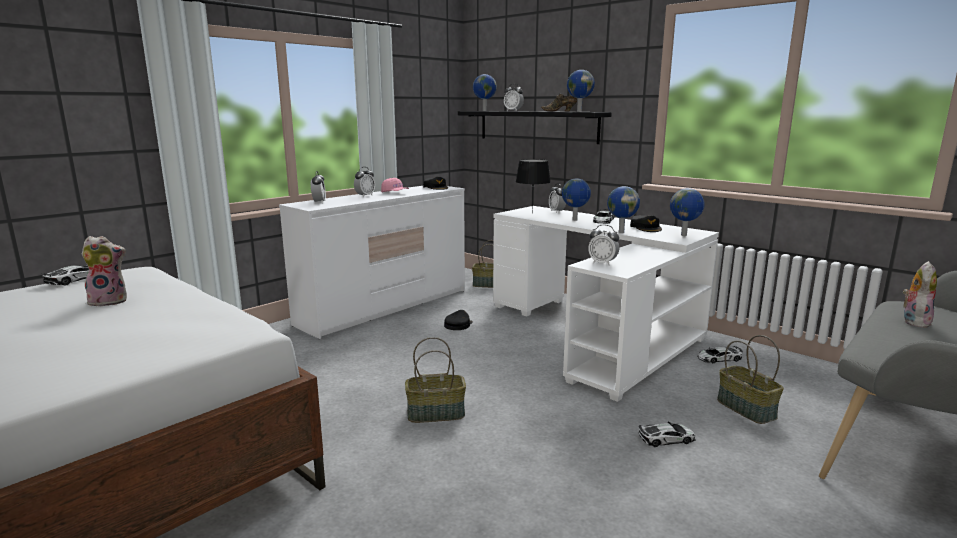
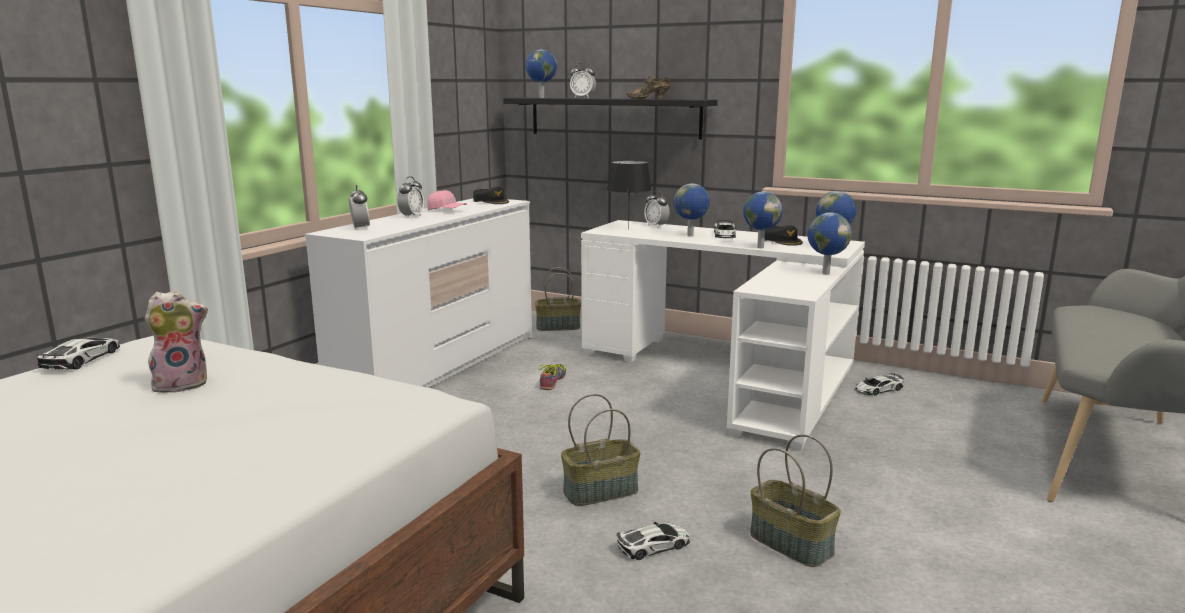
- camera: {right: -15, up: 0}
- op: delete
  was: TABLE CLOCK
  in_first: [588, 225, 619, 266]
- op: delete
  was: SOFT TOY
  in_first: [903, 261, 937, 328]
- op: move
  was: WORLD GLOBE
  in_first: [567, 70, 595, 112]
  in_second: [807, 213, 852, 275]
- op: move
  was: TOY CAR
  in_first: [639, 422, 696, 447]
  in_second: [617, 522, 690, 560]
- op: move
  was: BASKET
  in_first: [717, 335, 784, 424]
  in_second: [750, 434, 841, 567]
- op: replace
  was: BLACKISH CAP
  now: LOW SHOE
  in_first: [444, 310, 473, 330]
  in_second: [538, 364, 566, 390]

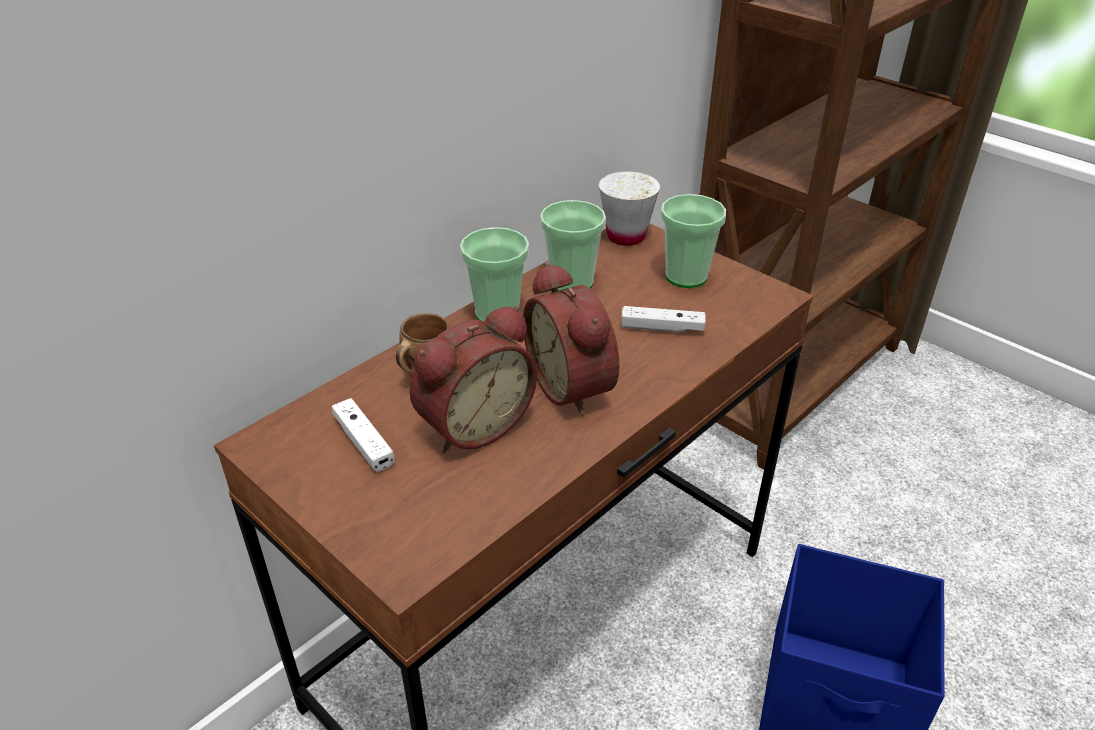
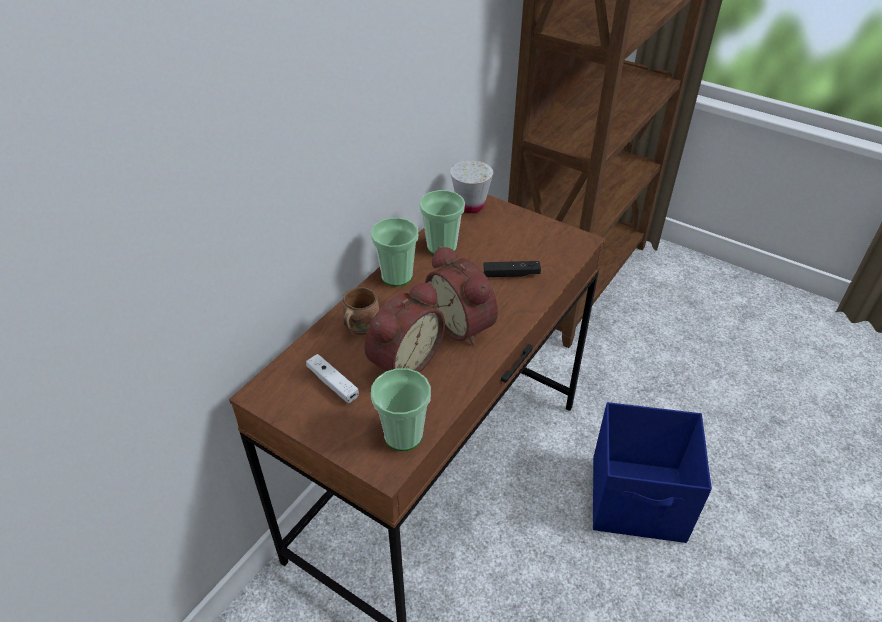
- camera: {right: -10, up: 5}
- op: move
  was: SMALL CUP
  in_first: [661, 194, 726, 288]
  in_second: [371, 368, 431, 451]
- op: recolor
  was: WHITE GAMEPAD
  now: BLACKISH GAMEPAD
  in_first: [621, 306, 706, 332]
  in_second: [483, 261, 541, 277]

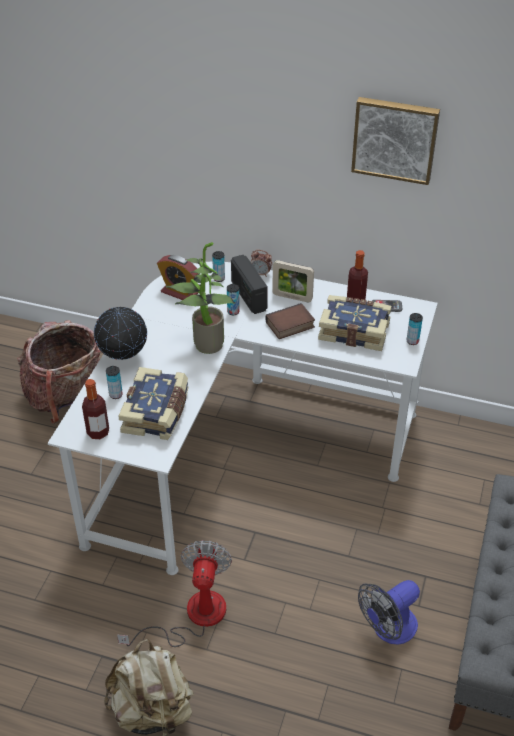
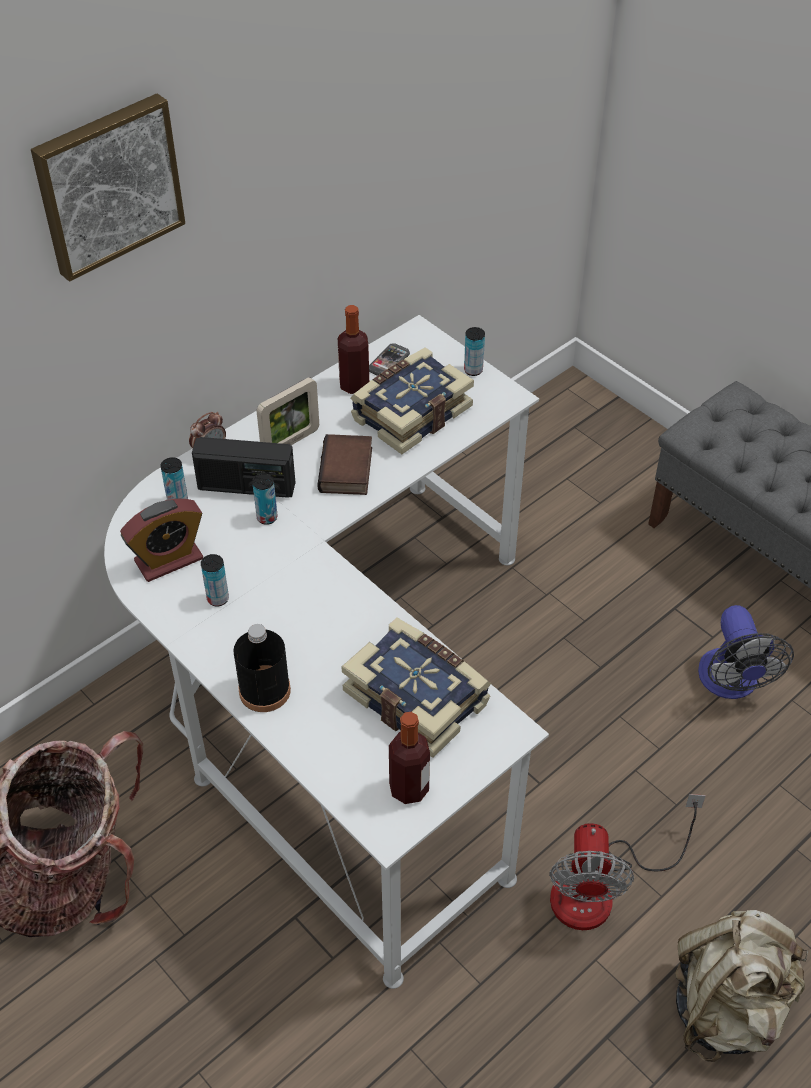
- camera: {right: -60, up: 5}
- op: delete
  was: PLANT IN A POT
  in_first: [166, 242, 235, 354]
- op: move
  was: CAN
  in_first: [106, 366, 123, 399]
  in_second: [201, 554, 229, 607]
- op: move
  was: WALL ART
  in_first: [351, 97, 440, 185]
  in_second: [31, 93, 186, 282]
- op: replace
  was: WORLD GLOBE
  now: BLACKISH BOTTLE
  in_first: [94, 307, 147, 360]
  in_second: [233, 624, 291, 712]
- op: rotate
  was: FAN
  in_first: [117, 540, 232, 647]
  in_second: [549, 794, 706, 930]
  clockwise: -120

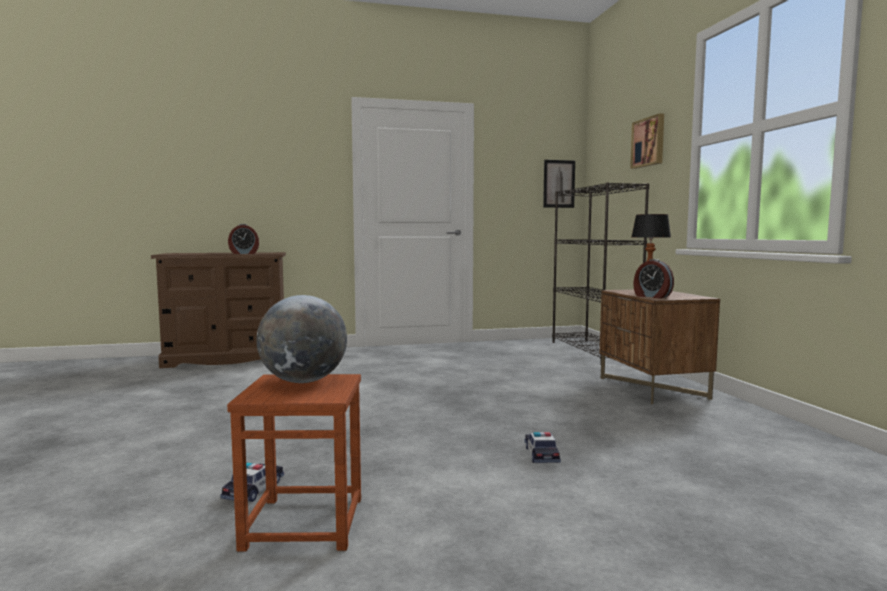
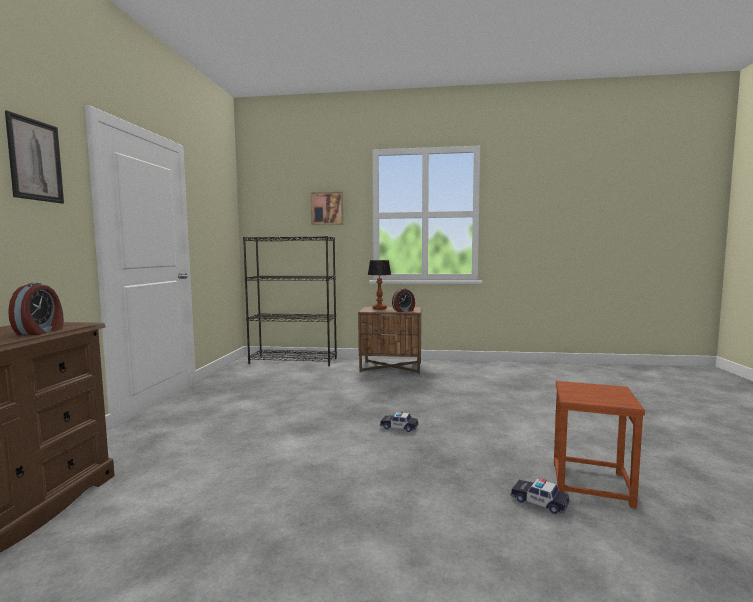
- camera: {right: -70, up: 0}
- op: delete
  was: WORLD GLOBE
  in_first: [256, 295, 347, 383]
- op: move
  was: TOY CAR
  in_first: [524, 432, 561, 463]
  in_second: [380, 411, 418, 432]
- op: move
  was: WALL ART
  in_first: [543, 160, 575, 208]
  in_second: [5, 110, 64, 204]

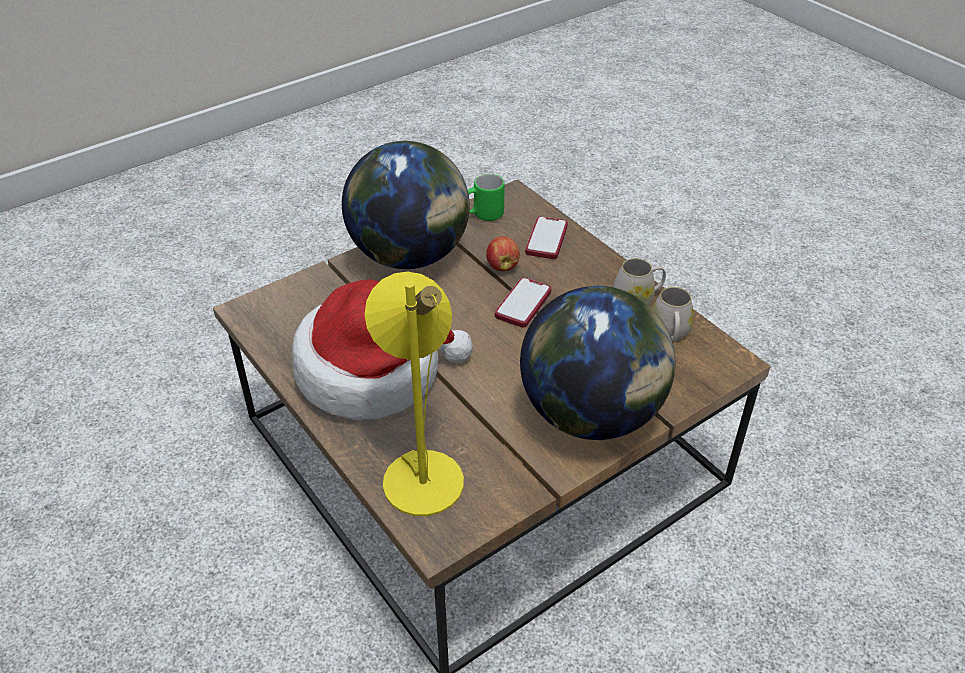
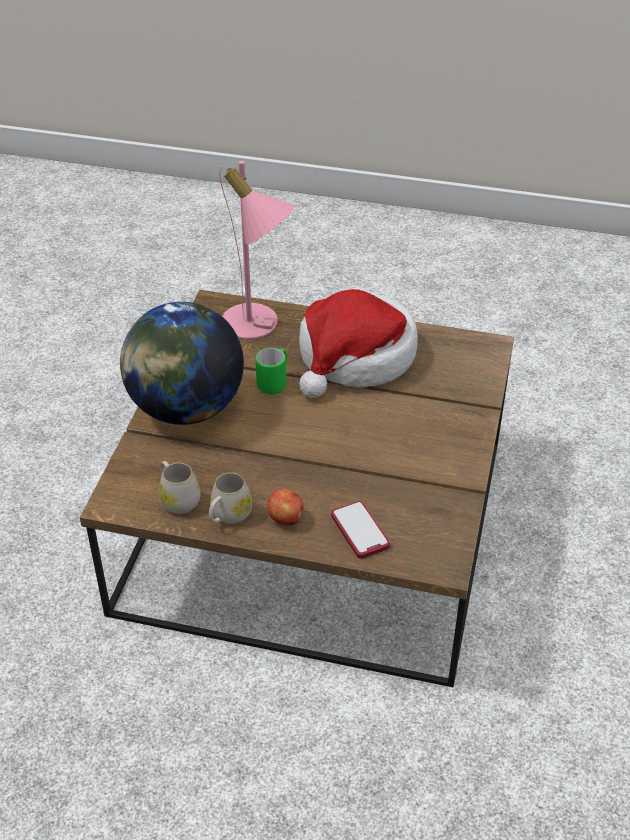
- camera: {right: 140, up: 0}
- op: delete
  was: WORLD GLOBE
  in_first: [342, 141, 470, 269]
- op: delete
  was: PHONE
  in_first: [495, 277, 551, 327]
- op: move
  was: GREEN-COLOURED MUG
  in_first: [468, 174, 505, 221]
  in_second: [255, 348, 287, 394]
- op: move
  was: APPLE FRUIT
  in_first: [486, 236, 520, 271]
  in_second: [267, 489, 304, 526]
- op: recolor
  was: YELLOWISH TABLE LAMP
  now: PINKISH TABLE LAMP
  in_first: [365, 271, 464, 516]
  in_second: [219, 161, 294, 339]

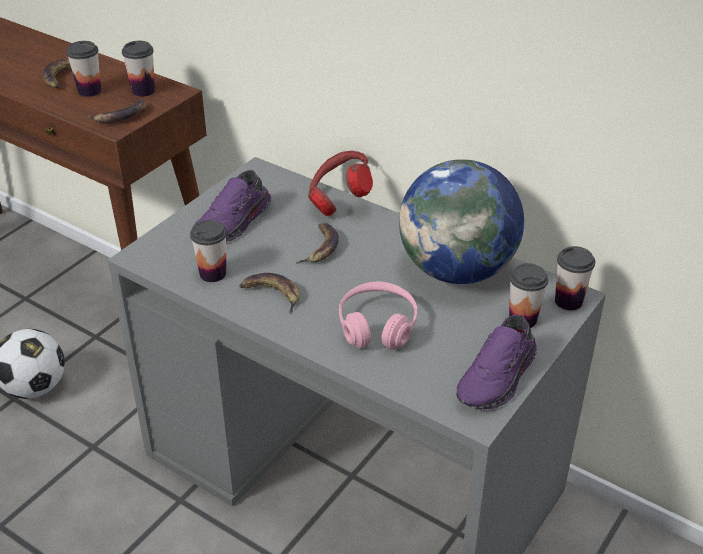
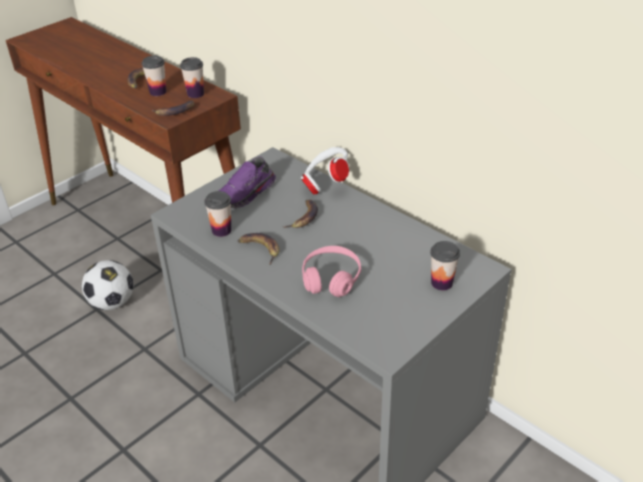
- camera: {right: 10, up: 0}
- op: delete
  was: WORLD GLOBE
  in_first: [399, 159, 524, 284]
- op: delete
  was: PURPLE-COLOURED LOW SHOE
  in_first: [456, 315, 537, 410]
- op: delete
  was: SMALL CUP
  in_first: [555, 246, 595, 311]
- op: recolor
  was: RED HEADPHONES
  now: WHITE HEADPHONES
  in_first: [308, 151, 373, 216]
  in_second: [301, 147, 349, 194]

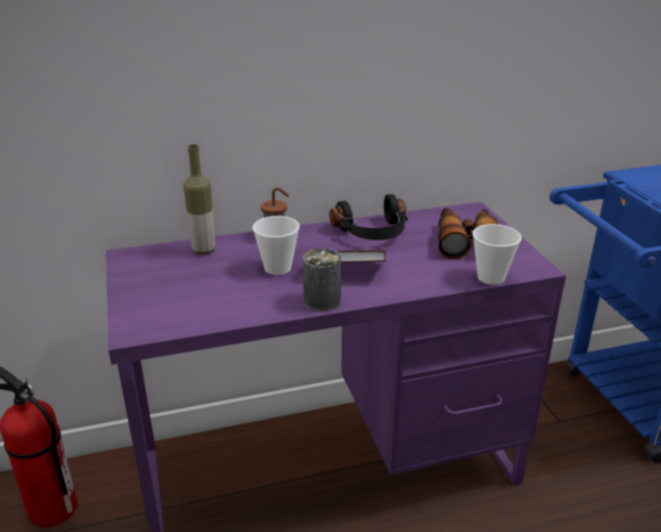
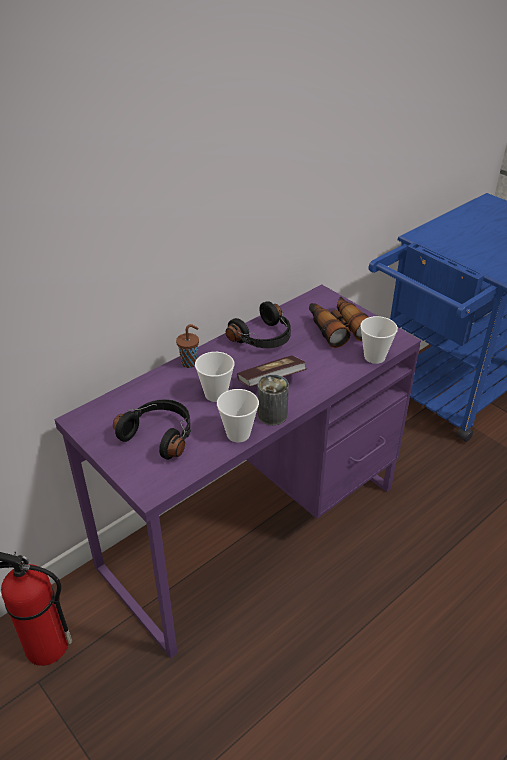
- camera: {right: -25, up: 10}
- op: delete
  was: BOTTLE
  in_first: [183, 144, 215, 255]
- op: insert
  now: BLACKISH HEADPHONES
  in_second: [113, 399, 191, 460]
- op: insert
  now: SMALL CUP
  in_second: [217, 389, 259, 442]

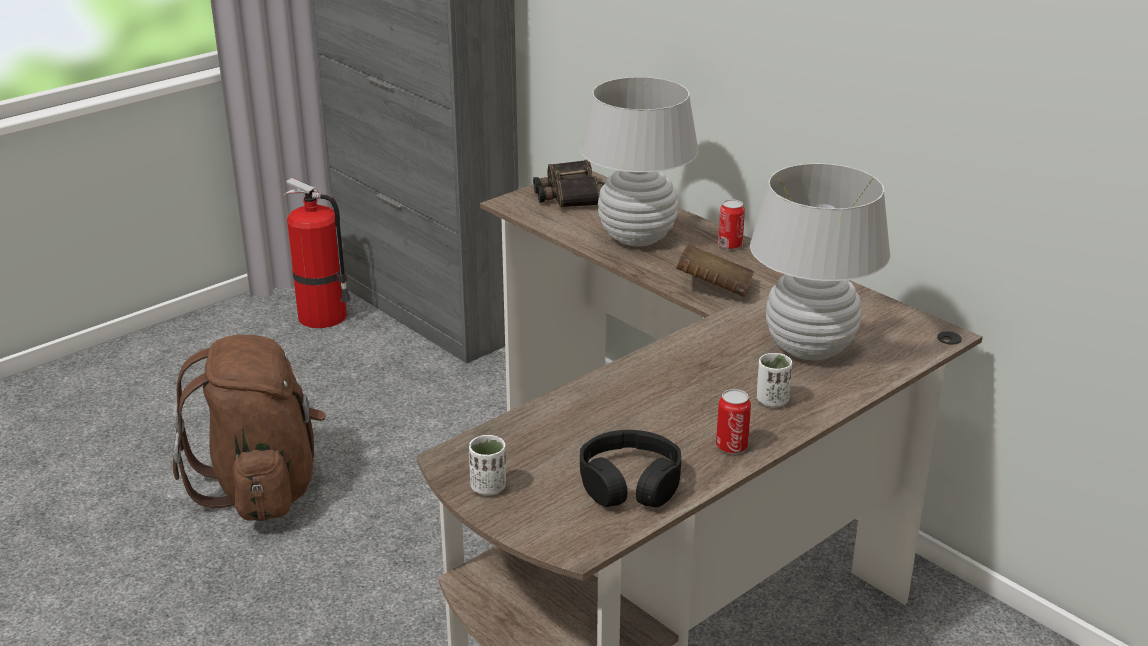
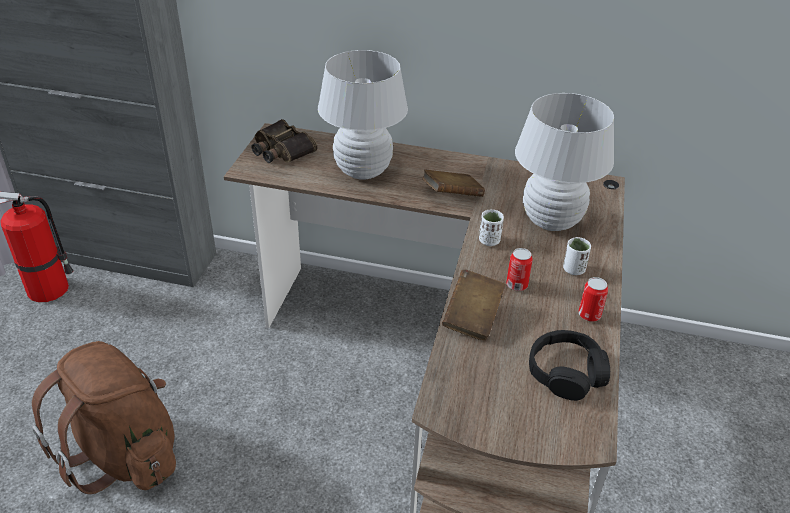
- camera: {right: -35, up: 10}
- op: insert
  now: BROWNISH BOOK
  in_second: [442, 269, 506, 341]
- op: move
  was: WHITE SMALL CUP
  in_first: [469, 435, 506, 496]
  in_second: [479, 210, 504, 246]
- op: move
  was: CAN
  in_first: [718, 199, 745, 250]
  in_second: [506, 248, 533, 291]

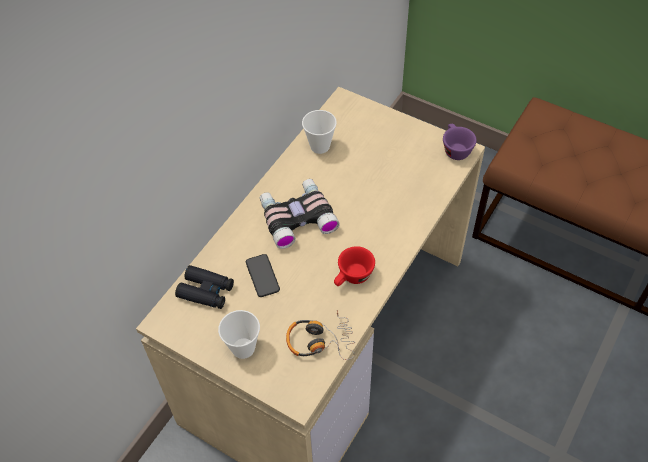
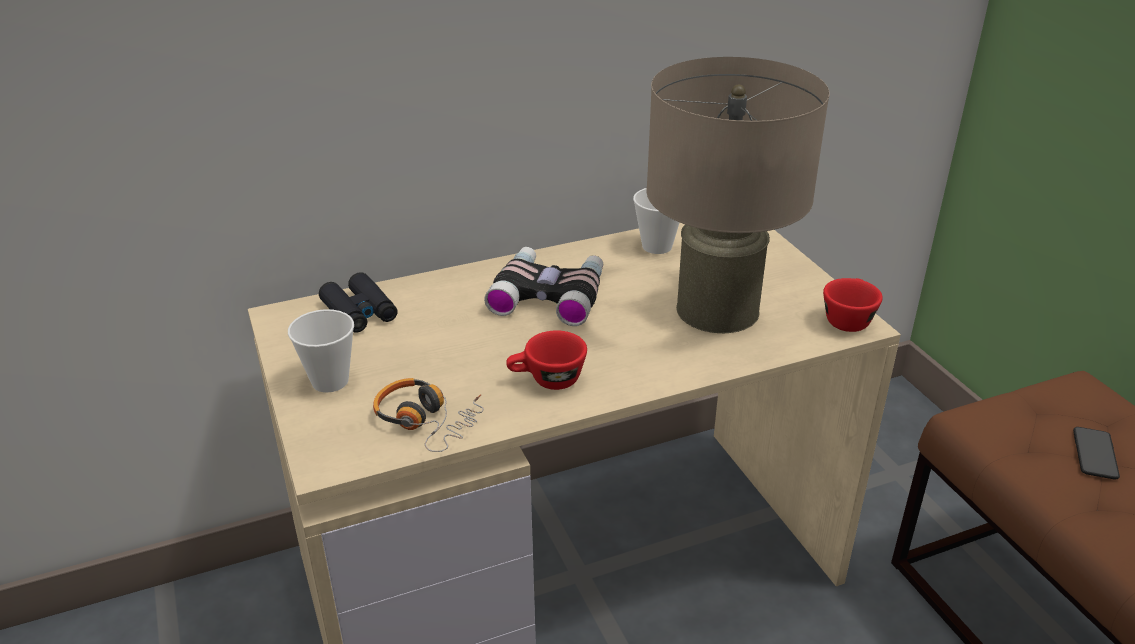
- camera: {right: 35, up: -20}
- op: insert
  now: SAND-COLOURED TABLE LAMP
  in_second: [646, 57, 830, 333]
- op: move
  was: PHONE
  in_first: [246, 254, 280, 297]
  in_second: [1073, 427, 1120, 479]
- op: recolor
  was: PURPLE-COLOURED SMALL CUP
  now: RED SMALL CUP
  in_first: [443, 124, 477, 160]
  in_second: [823, 278, 883, 332]

